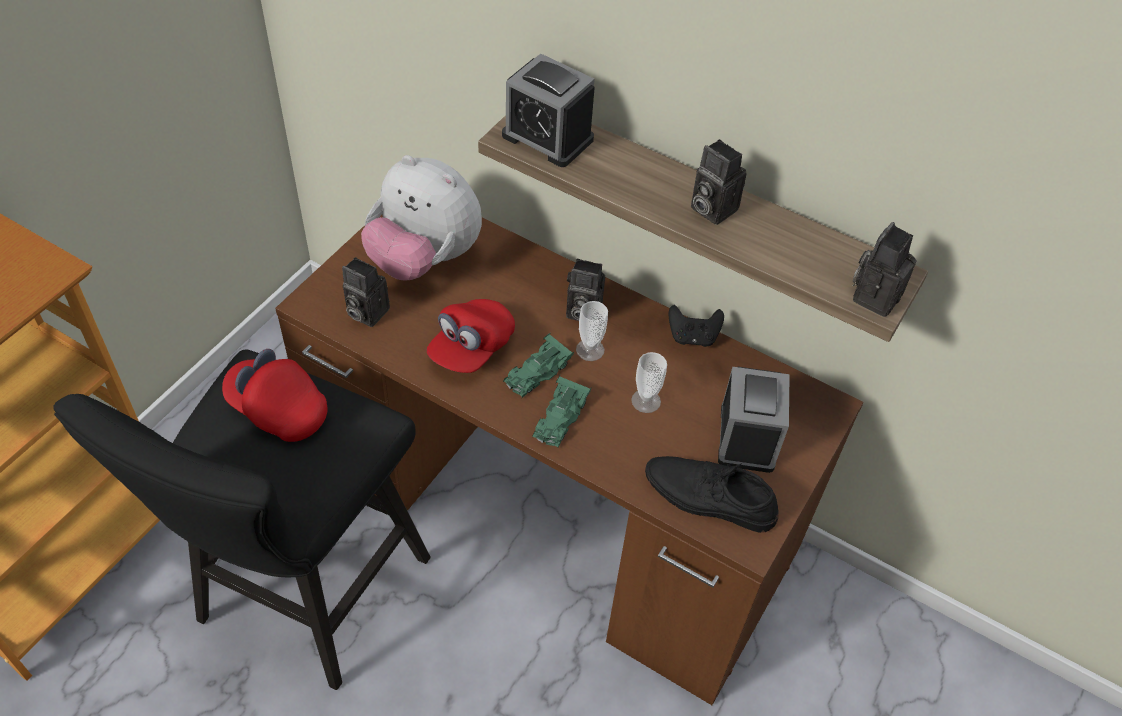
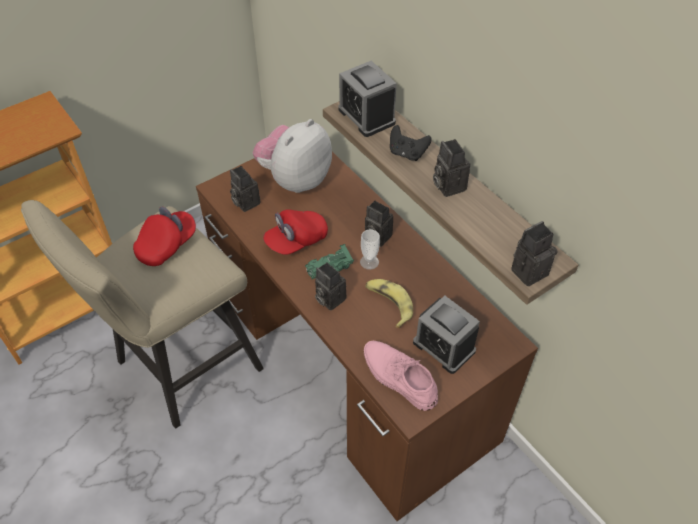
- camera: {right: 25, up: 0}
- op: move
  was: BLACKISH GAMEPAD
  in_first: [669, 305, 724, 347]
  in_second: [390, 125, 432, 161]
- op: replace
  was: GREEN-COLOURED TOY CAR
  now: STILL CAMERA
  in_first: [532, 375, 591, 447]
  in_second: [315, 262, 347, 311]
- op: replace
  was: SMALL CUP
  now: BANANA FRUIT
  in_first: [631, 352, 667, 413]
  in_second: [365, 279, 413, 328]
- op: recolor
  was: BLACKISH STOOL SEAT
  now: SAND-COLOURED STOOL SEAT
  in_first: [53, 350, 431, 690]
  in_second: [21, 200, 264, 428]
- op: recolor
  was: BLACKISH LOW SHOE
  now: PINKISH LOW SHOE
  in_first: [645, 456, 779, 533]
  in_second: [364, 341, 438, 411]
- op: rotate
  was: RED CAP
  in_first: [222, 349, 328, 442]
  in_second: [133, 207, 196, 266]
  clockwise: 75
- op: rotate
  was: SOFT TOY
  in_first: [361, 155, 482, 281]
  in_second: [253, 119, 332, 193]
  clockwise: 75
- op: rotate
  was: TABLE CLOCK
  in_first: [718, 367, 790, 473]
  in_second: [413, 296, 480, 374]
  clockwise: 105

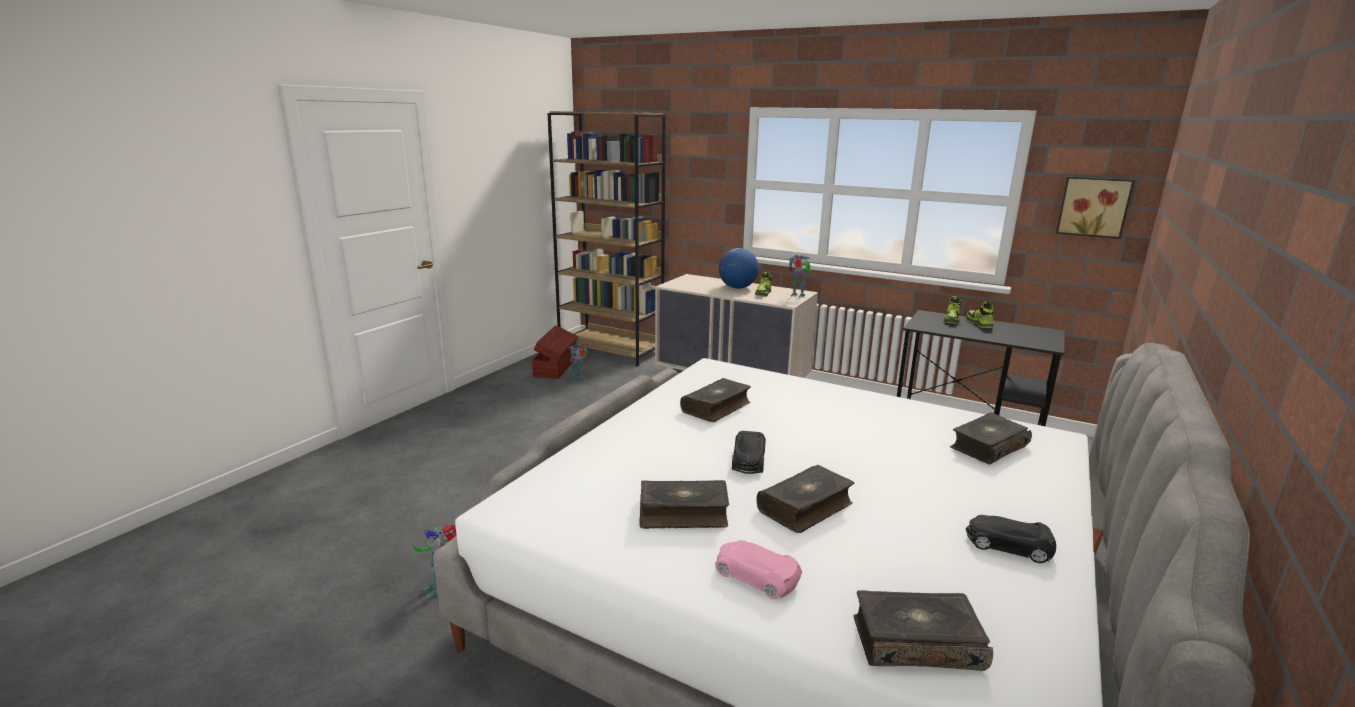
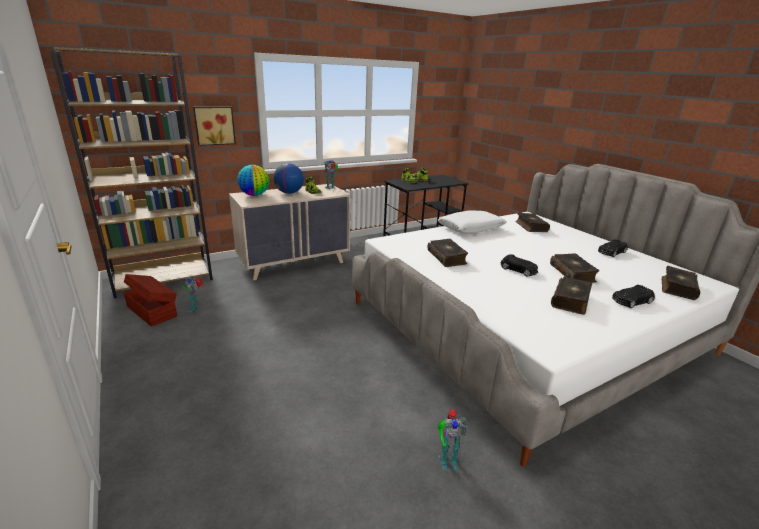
- camera: {right: -60, up: 5}
- op: insert
  now: WORLD GLOBE
  in_second: [237, 165, 269, 196]
- op: insert
  now: WHITE PILLOW
  in_second: [438, 210, 507, 234]
- op: move
  was: WALL ART
  in_first: [1056, 176, 1134, 239]
  in_second: [193, 107, 236, 146]
- op: recolor
  was: PINKISH TOY CAR
  now: BLACKISH TOY CAR
  in_first: [715, 540, 802, 599]
  in_second: [612, 285, 655, 308]

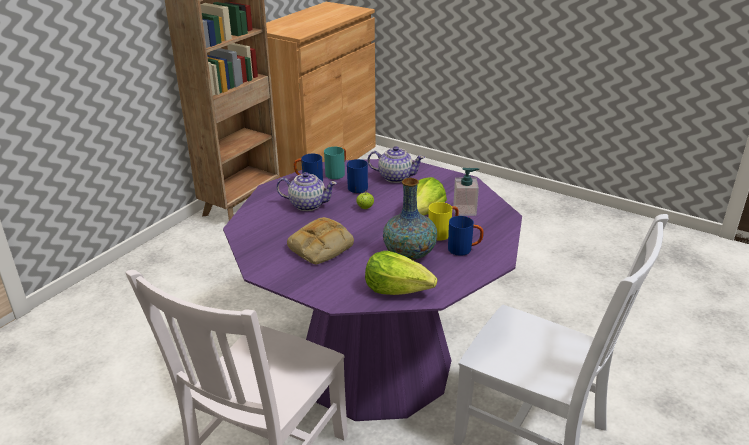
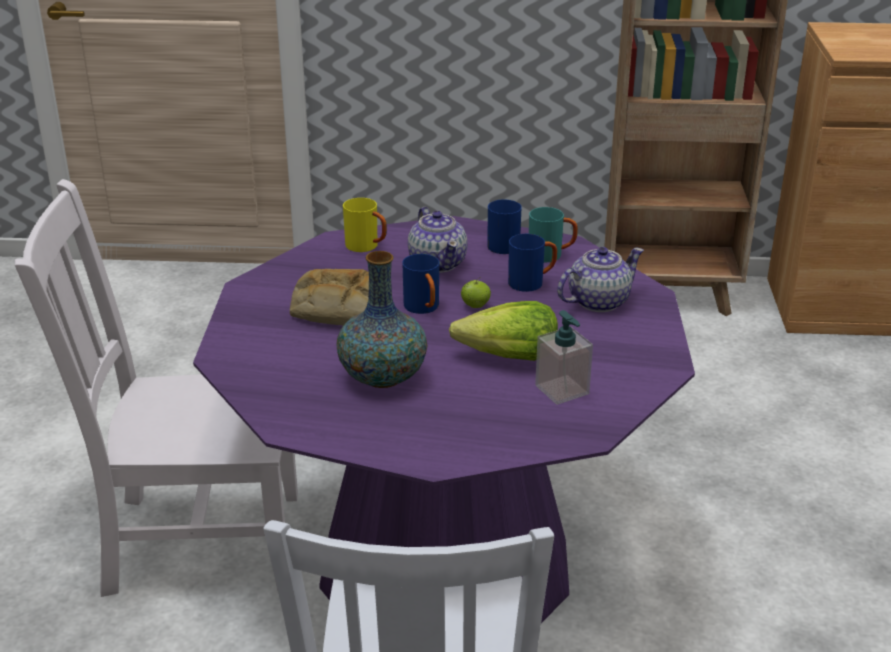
- camera: {right: 60, up: 0}
- op: delete
  was: HEAD OF LETTUCE
  in_first: [365, 251, 437, 295]
- op: move
  was: YELLOWISH MUG
  in_first: [428, 202, 459, 241]
  in_second: [343, 198, 387, 252]
- op: move
  was: BLUISH MUG
  in_first: [448, 216, 484, 256]
  in_second: [402, 254, 439, 314]
- op: rotate
  was: TEAPOT
  in_first: [368, 146, 425, 183]
  in_second: [557, 247, 644, 312]
  clockwise: -105

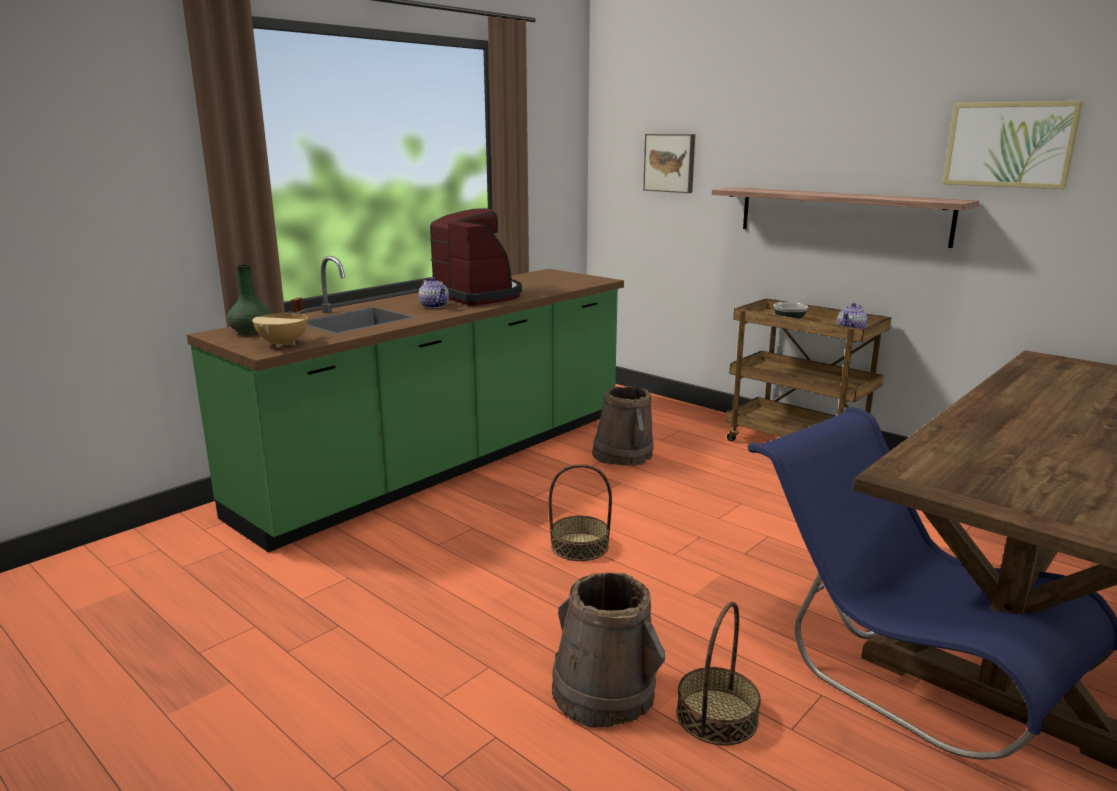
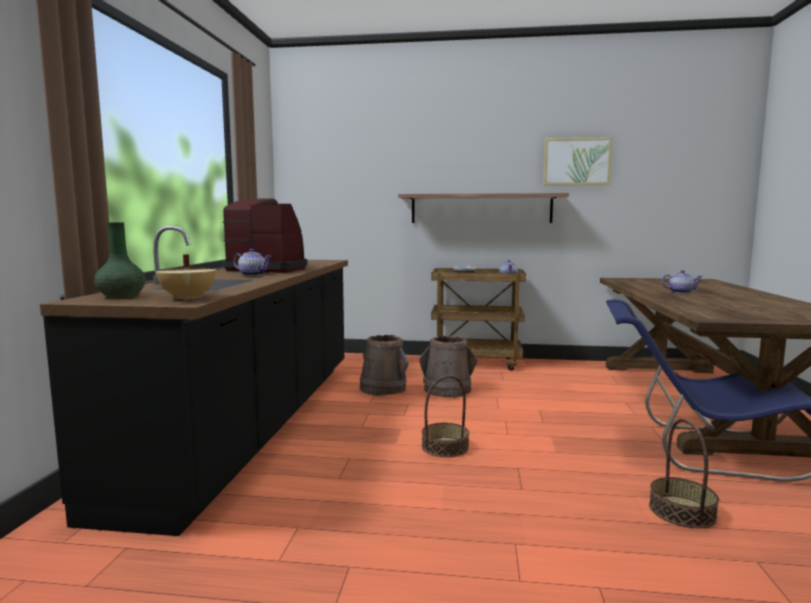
- camera: {right: -35, up: -10}
- op: delete
  was: WALL ART
  in_first: [643, 134, 695, 193]
- op: insert
  now: TEAPOT
  in_second: [662, 270, 702, 293]
- op: move
  was: BROWNISH WATER BUCKET
  in_first: [552, 572, 665, 728]
  in_second: [419, 336, 478, 398]
- op: recolor
  was: GREEN-COLOURED COUNTER
  now: BLACKISH COUNTER
  in_first: [187, 256, 624, 552]
  in_second: [40, 225, 348, 536]

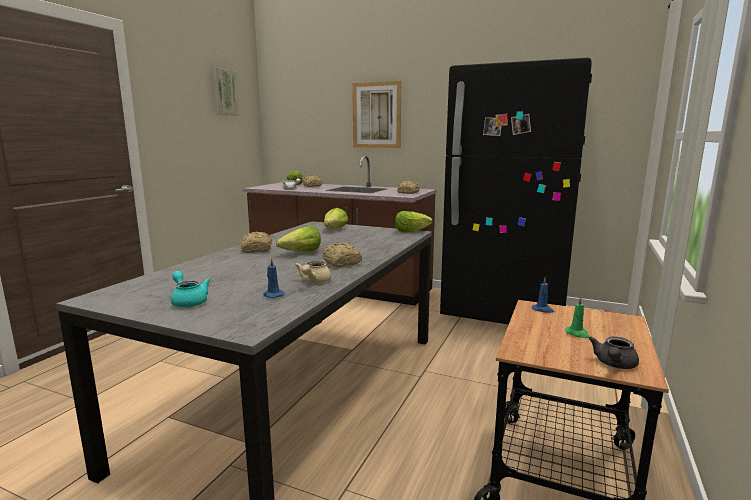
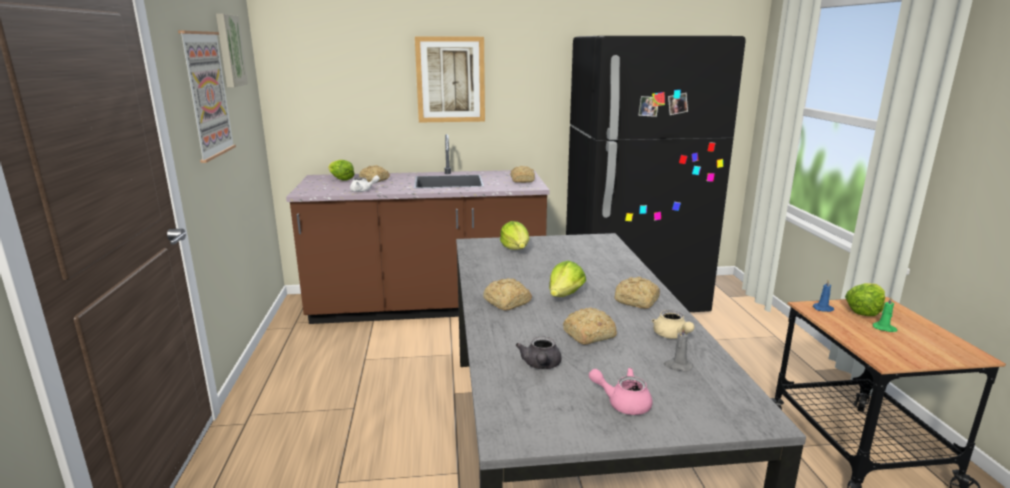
- camera: {right: -30, up: 5}
- op: insert
  now: WALL ART
  in_second: [178, 31, 236, 163]
- op: insert
  now: BAKED BREAD
  in_second: [563, 308, 617, 345]
- op: move
  was: HEAD OF LETTUCE
  in_first: [395, 211, 433, 233]
  in_second: [845, 283, 885, 316]
- op: move
  was: GREY TEAPOT
  in_first: [589, 336, 639, 369]
  in_second: [516, 337, 561, 369]
- op: recolor
  was: TURQUOISE-COLOURED TEAPOT
  now: PINKISH TEAPOT
  in_first: [171, 271, 211, 308]
  in_second: [589, 368, 653, 415]
- op: recolor
  was: BLUISH WAX LIGHT
  now: GREY WAX LIGHT
  in_first: [263, 258, 285, 298]
  in_second: [664, 326, 693, 372]

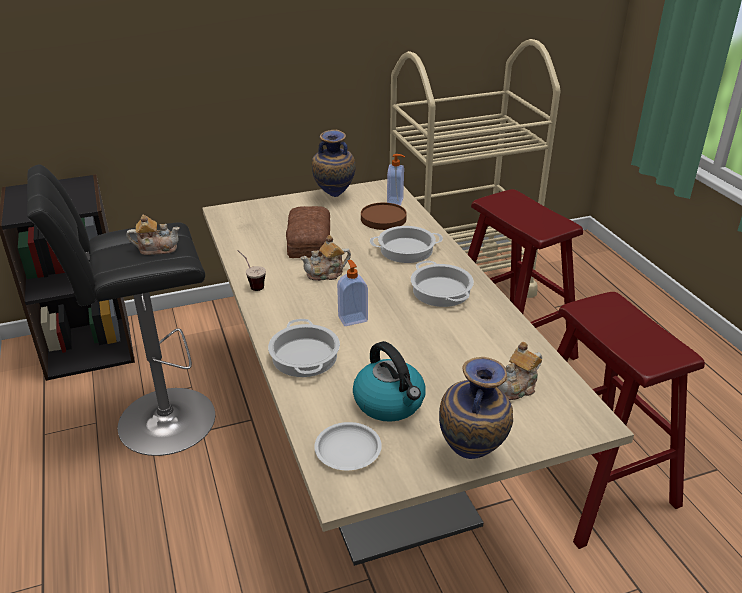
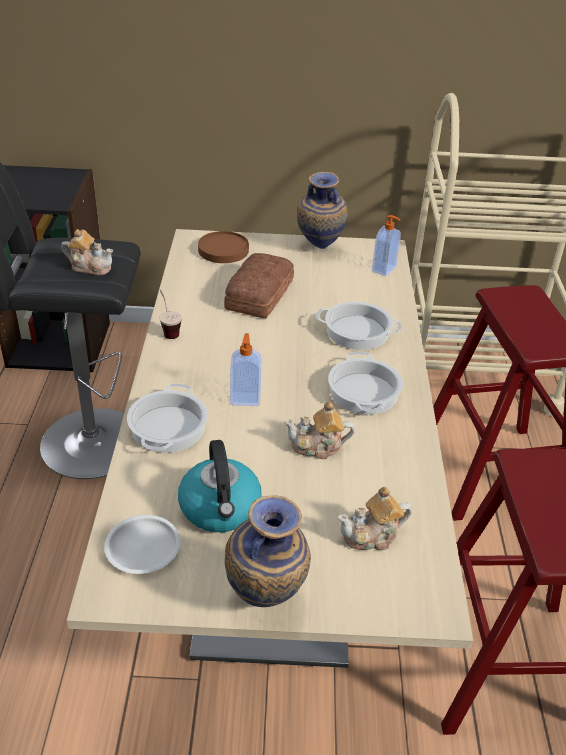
- camera: {right: 20, up: 5}
- op: move
  was: TEAPOT
  in_first: [300, 235, 351, 281]
  in_second: [284, 401, 355, 459]
- op: move
  was: BROWNISH PLATE
  in_first: [361, 202, 407, 230]
  in_second: [198, 231, 249, 263]

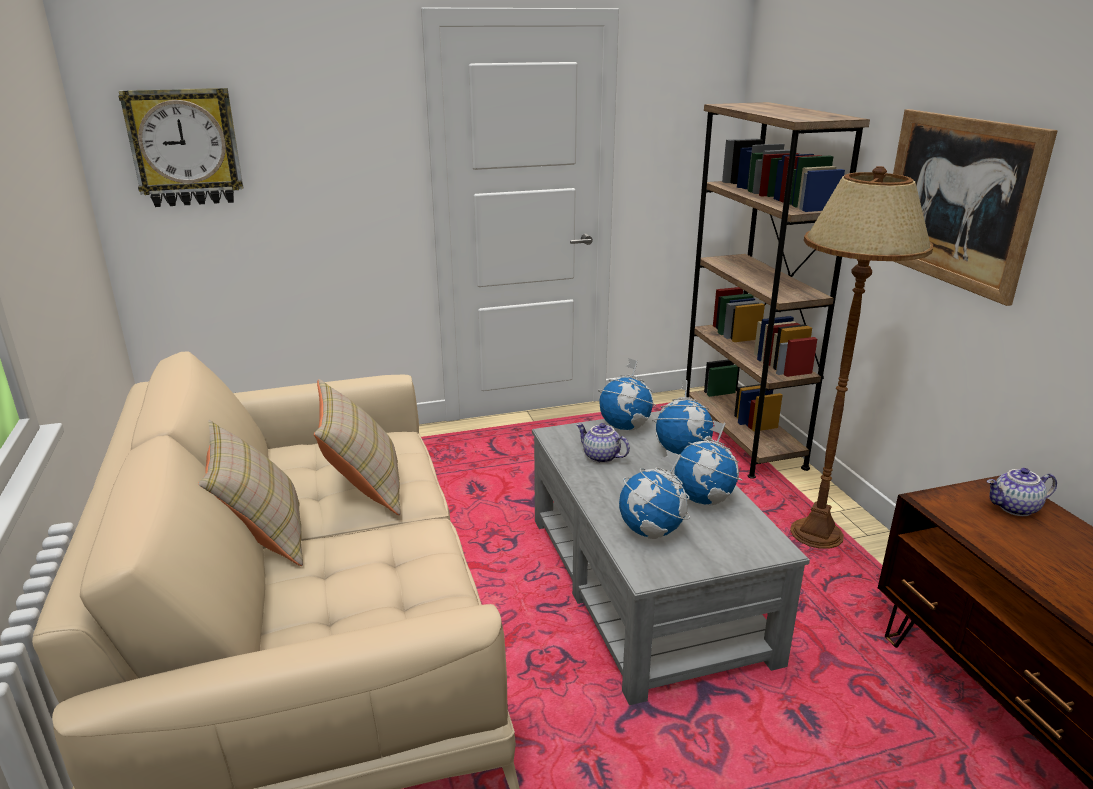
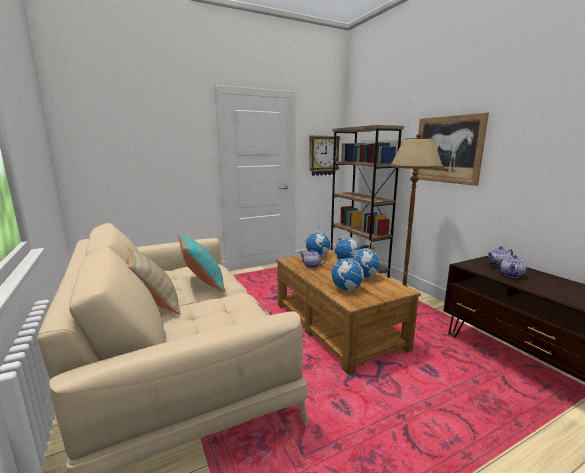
- camera: {right: -10, up: -10}
- op: insert
  now: TEAPOT
  in_second: [500, 255, 526, 278]
- op: move
  was: HANGING CLOCK
  in_first: [119, 88, 243, 207]
  in_second: [309, 136, 341, 176]
- op: recolor
  was: SAND-COLOURED PILLOW
  now: TURQUOISE-COLOURED PILLOW
  in_first: [314, 379, 400, 515]
  in_second: [178, 232, 225, 292]
- op: recolor
  was: GREY LOUNGE TABLE
  now: BROWNISH LOUNGE TABLE
  in_first: [532, 411, 810, 705]
  in_second: [276, 250, 421, 374]

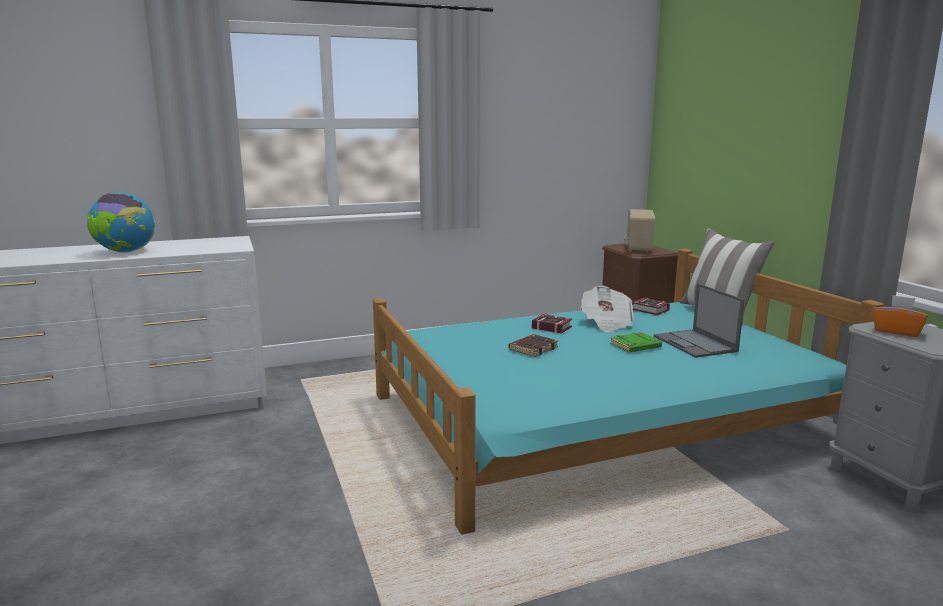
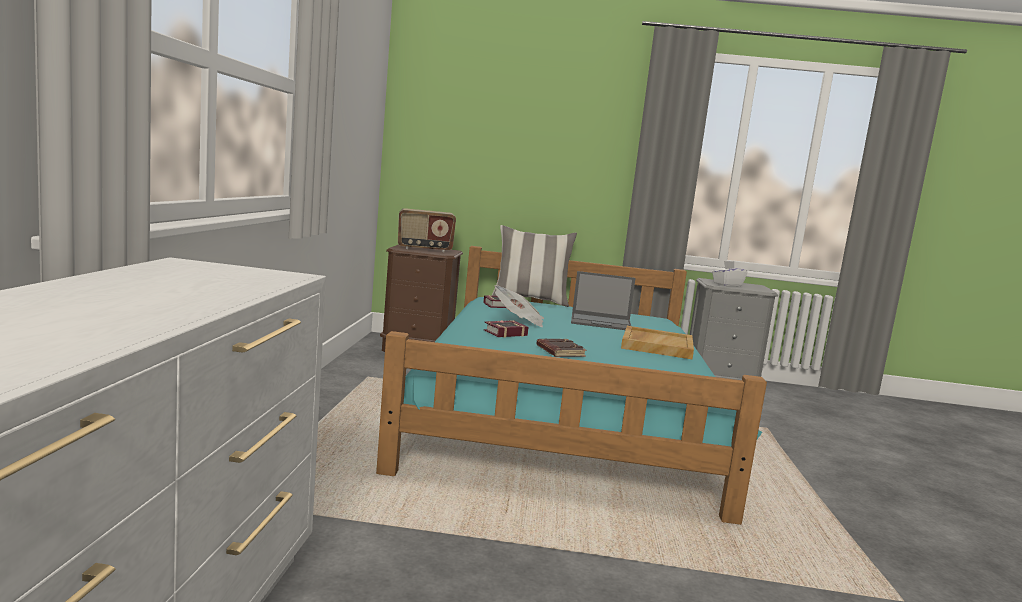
- camera: {right: -65, up: -5}
- op: delete
  was: WORLD GLOBE
  in_first: [87, 193, 155, 253]
- op: delete
  was: GREEN-COLOURED BOOK
  in_first: [610, 332, 662, 352]
- op: insert
  now: SAND-COLOURED TRAY
  in_second: [621, 326, 694, 359]
- op: recolor
  was: ORANGEY TISSUE HOLDER
  now: WHITE TISSUE HOLDER
  in_first: [873, 295, 928, 337]
  in_second: [712, 261, 748, 286]
- op: rotate
  was: RADIO SET
  in_first: [624, 209, 655, 253]
  in_second: [398, 208, 456, 252]
  clockwise: -45

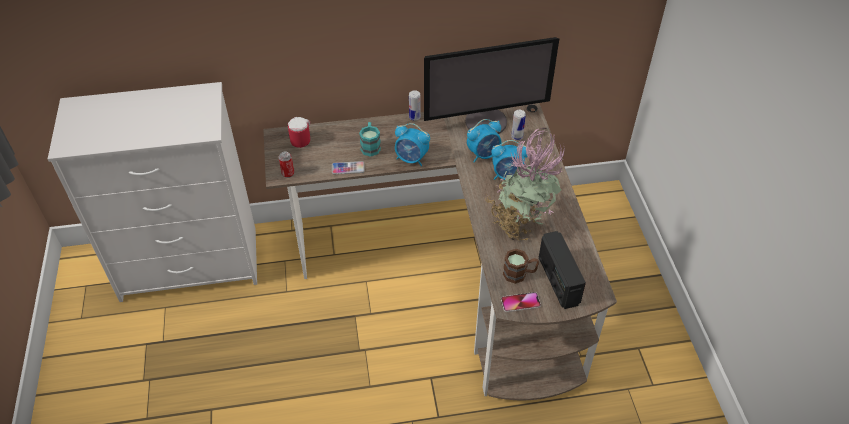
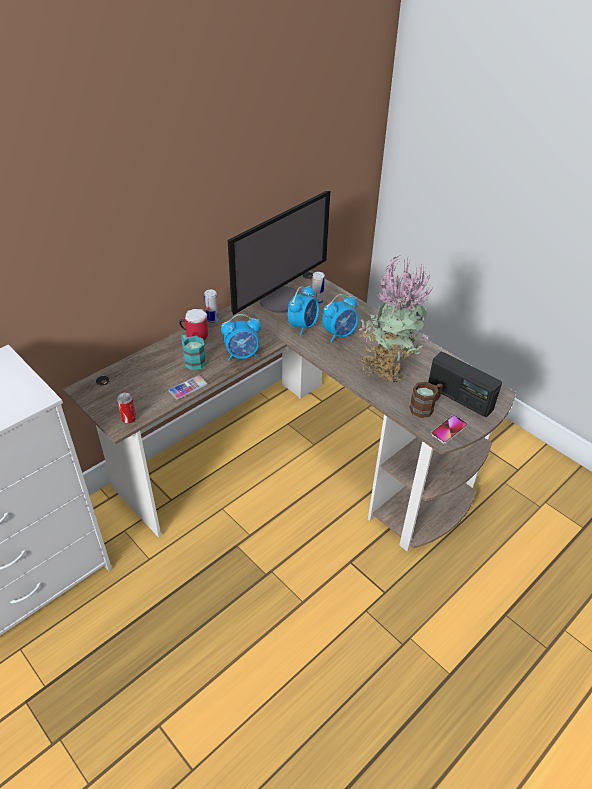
- camera: {right: -35, up: -5}
- op: move
  was: MUG
  in_first: [288, 117, 310, 148]
  in_second: [179, 309, 208, 340]

